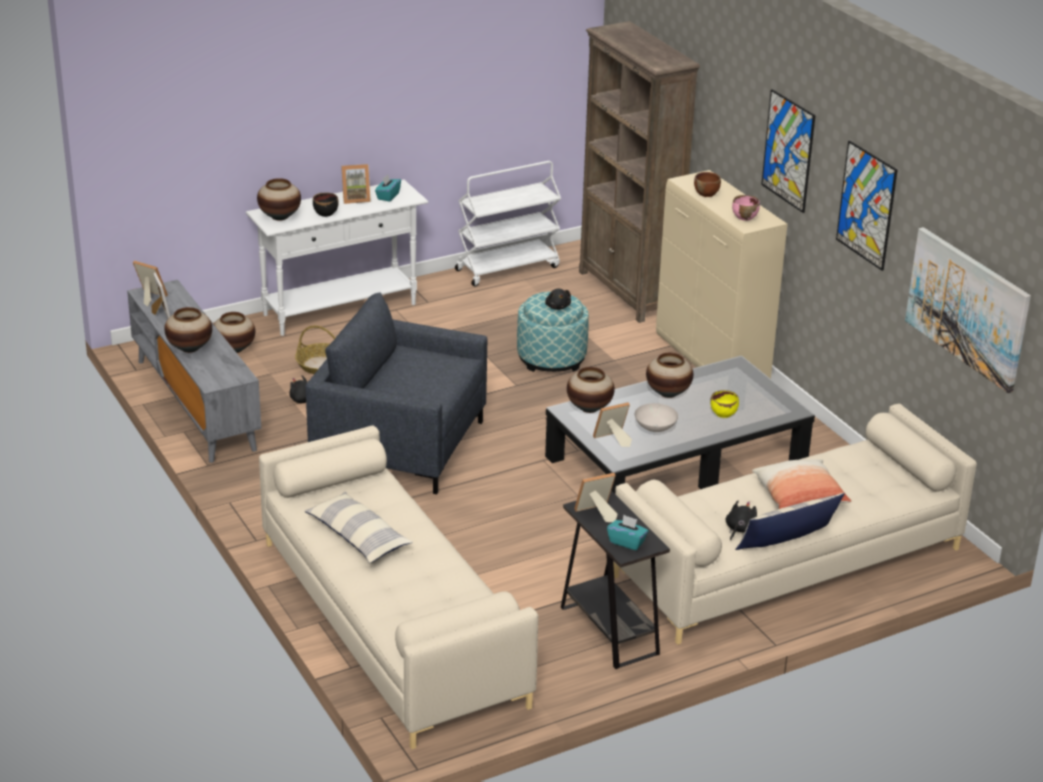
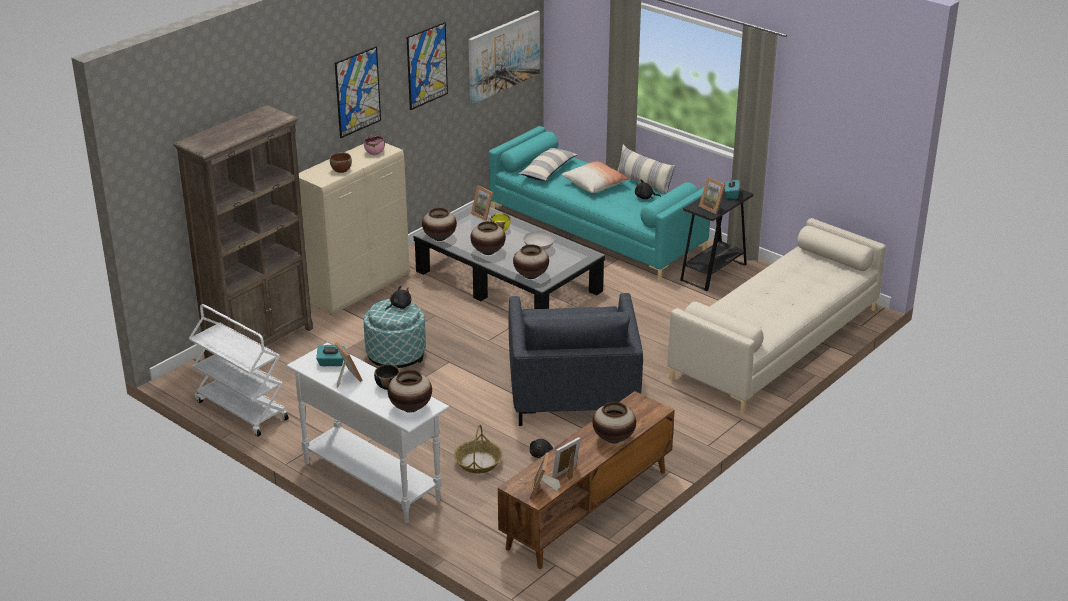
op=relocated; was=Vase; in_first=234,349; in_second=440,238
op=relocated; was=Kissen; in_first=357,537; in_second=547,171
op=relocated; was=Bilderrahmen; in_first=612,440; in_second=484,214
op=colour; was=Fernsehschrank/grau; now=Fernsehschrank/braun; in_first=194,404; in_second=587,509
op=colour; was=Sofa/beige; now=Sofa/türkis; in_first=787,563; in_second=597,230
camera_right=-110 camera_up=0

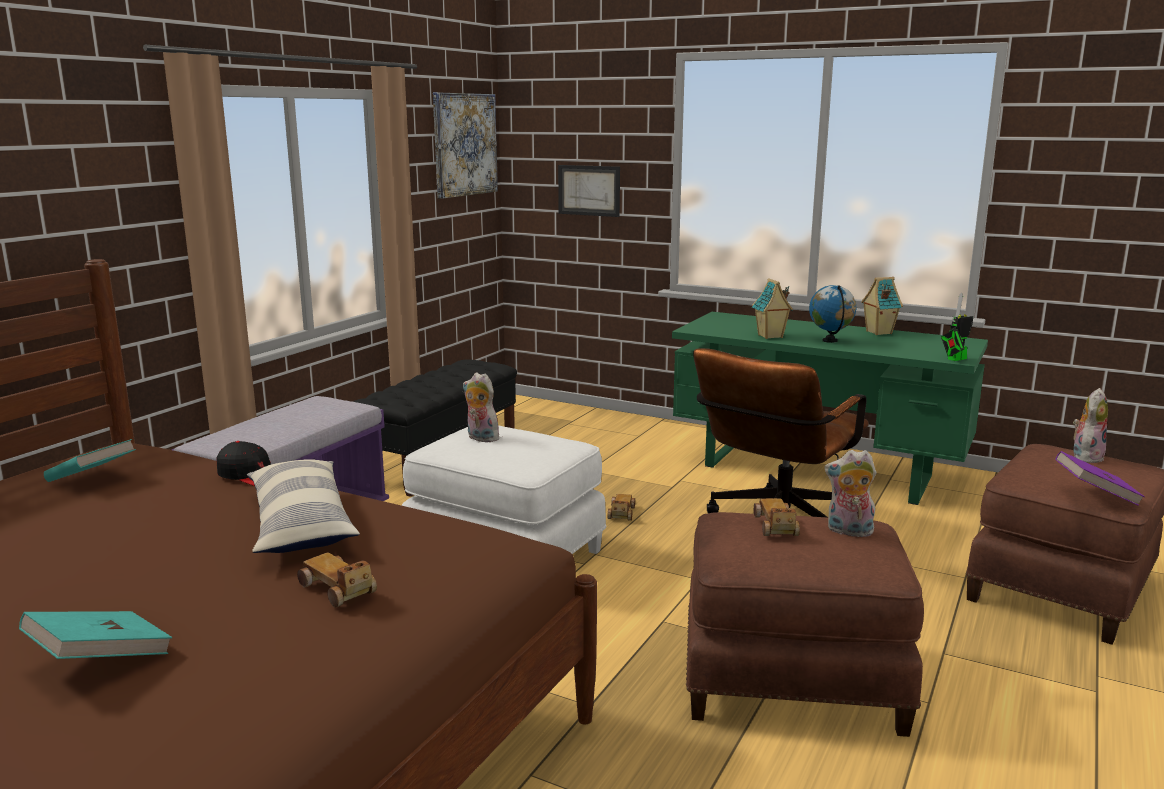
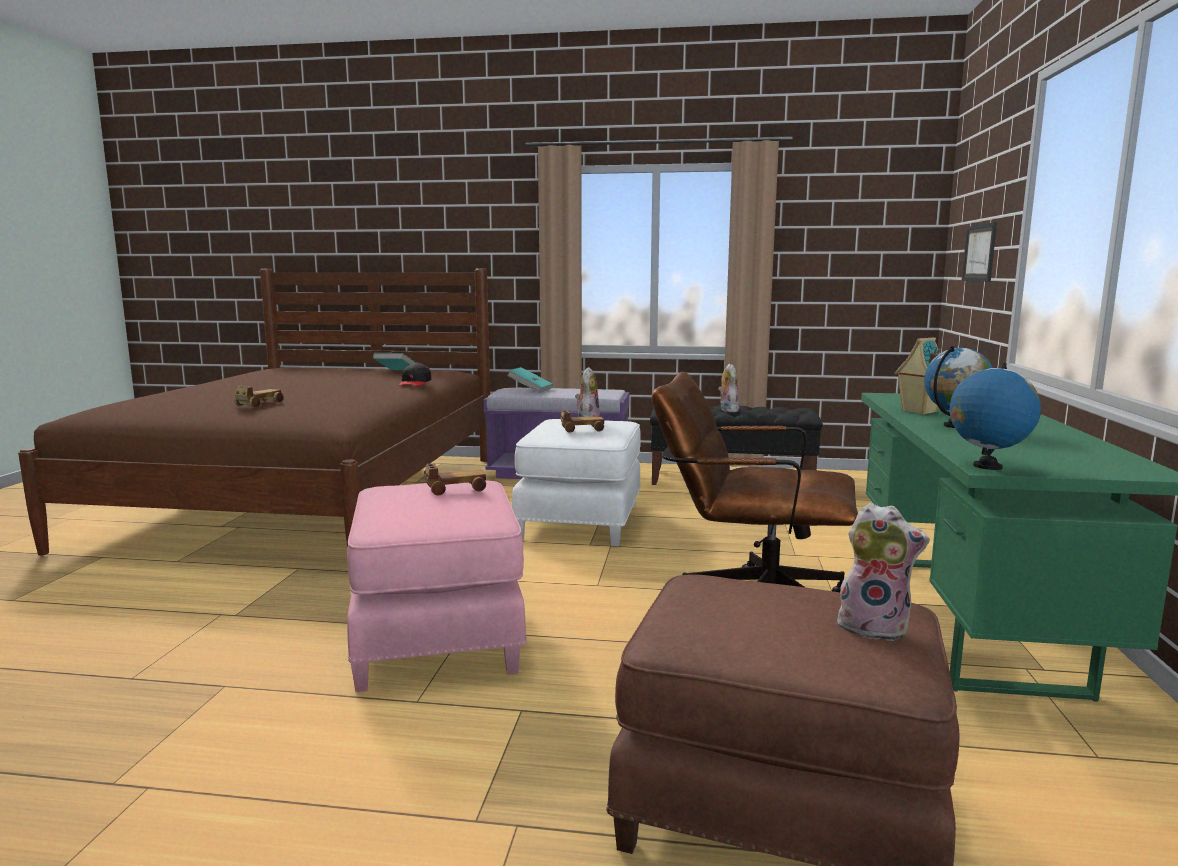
op=missing; was=Kissen; in_first=300,523
op=missing; was=Bild; in_first=464,144
op=missing; was=Spielzeughaus; in_first=878,332
op=missing; was=Buch/lila; in_first=1095,494
op=relocated; was=Buch/türkis; in_first=101,659; in_second=530,390
op=relocated; was=Spielzeugauto; in_first=621,513; in_second=581,430
op=relocated; was=Plüschtier; in_first=848,532; in_second=727,410
op=exchanged; was=Spielzeugroboter; now=Globus; in_first=954,359; in_second=987,466
op=colour; was=Polsterhocker/braun; now=Polsterhocker/rosa; in_first=791,678; in_second=439,635
camera_right=70 camera_up=-5

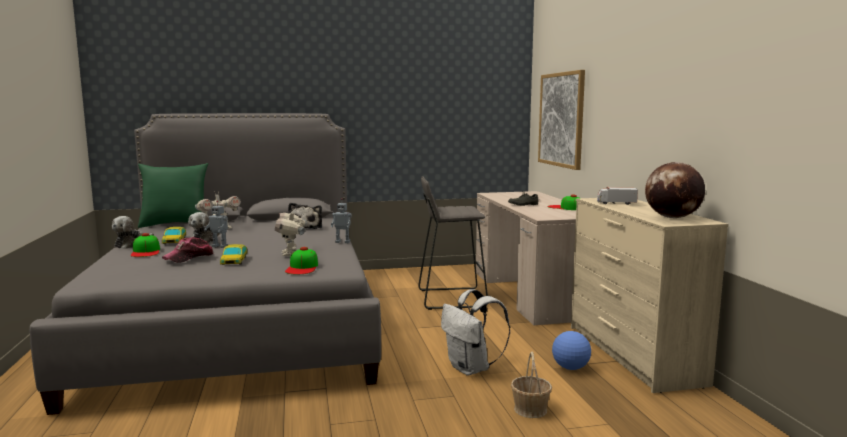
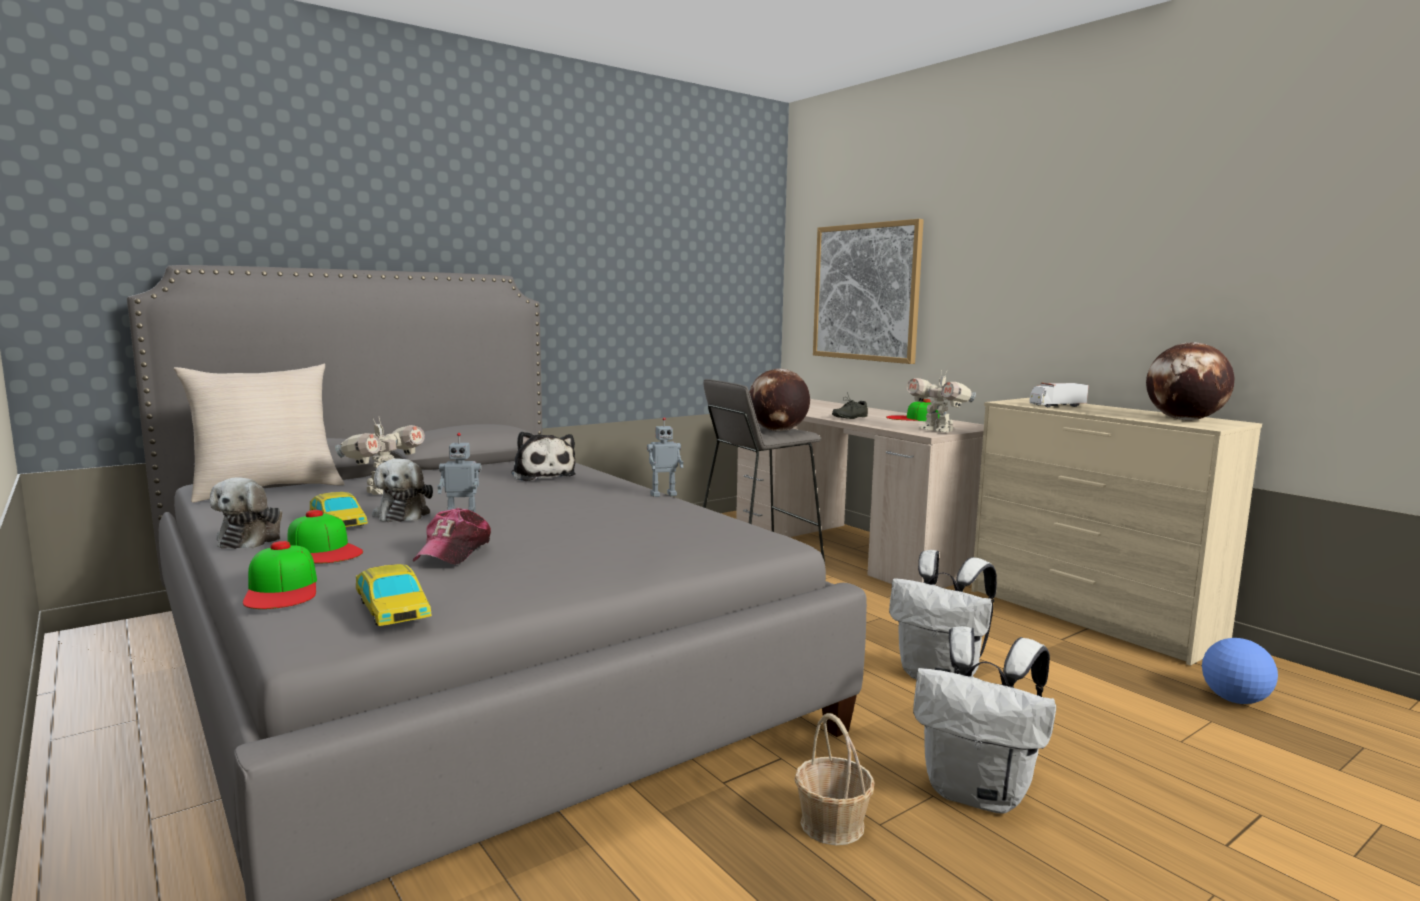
op=appeared; now=Globus; in_second=778,431
op=appeared; now=Rucksack/weiß; in_second=979,793
op=relocated; was=Spielzeugauto; in_first=234,260; in_second=392,608
op=relocated; was=Spielzeugroboter; in_first=291,254; in_second=937,431
op=relocated; was=Kappe; in_first=302,267; in_second=282,589
op=relocated; was=Korb; in_first=530,409; in_second=832,825
op=relocated; was=Fußball; in_first=570,368; in_second=1235,700
op=colour; was=Kissen/grün; now=Kissen/beige; in_first=176,224; in_second=267,489
camera_right=-25 camera_up=0

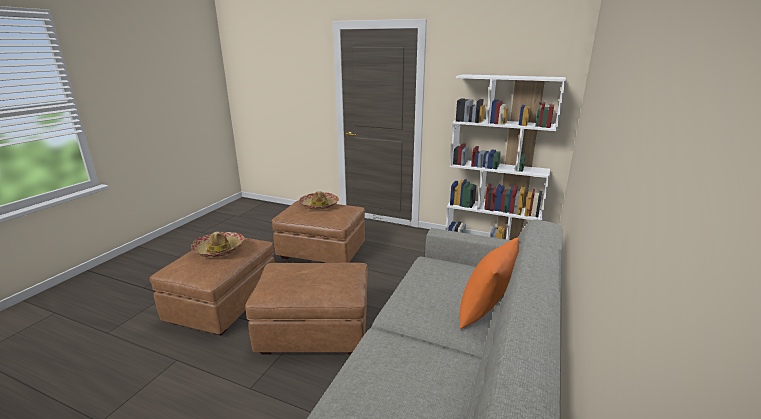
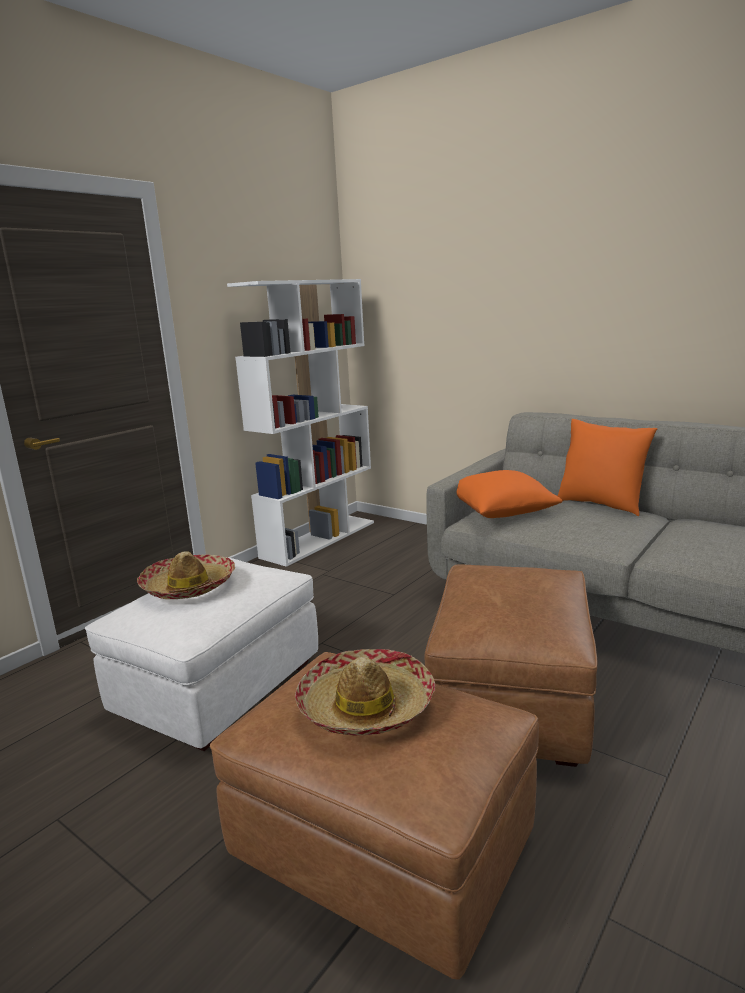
op=appeared; now=Kissen/orange; in_second=500,512
op=colour; was=Polsterhocker/braun; now=Polsterhocker/weiß; in_first=322,251; in_second=218,688
camera_right=-75 camera_up=-5

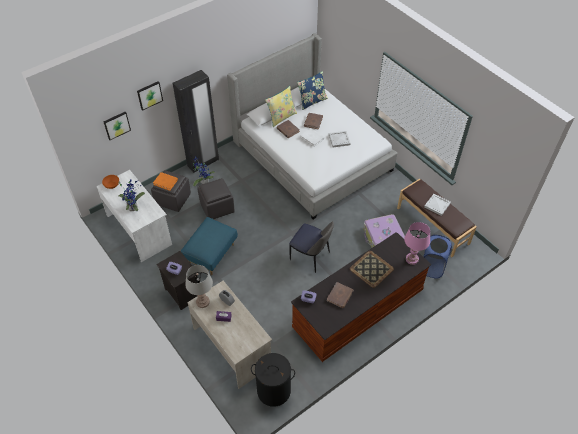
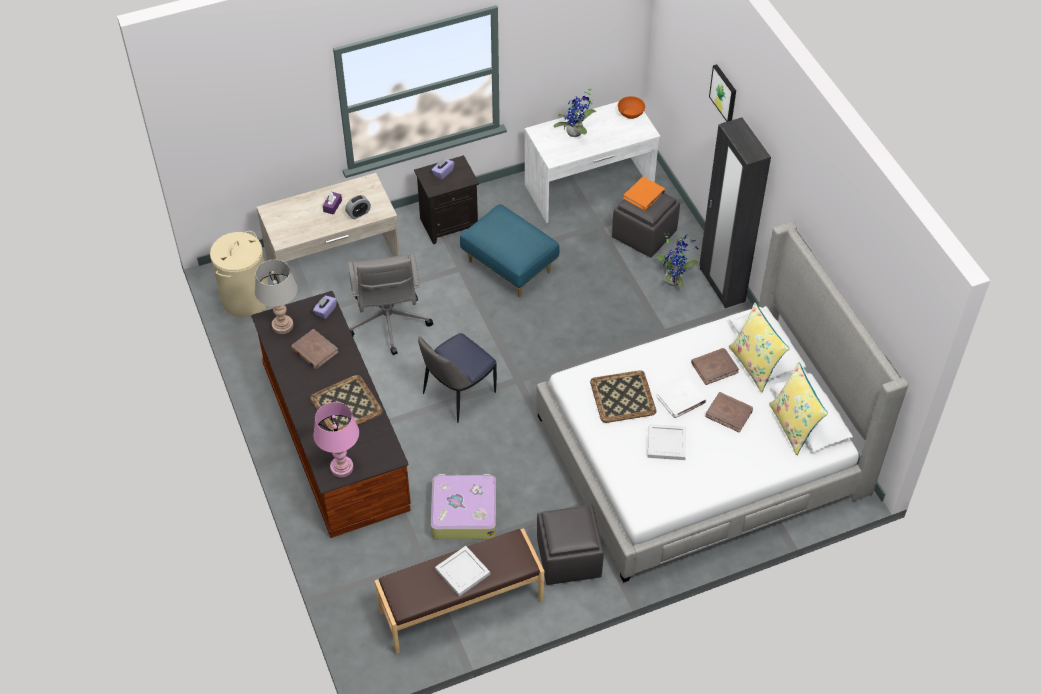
op=missing; was=Bild; in_first=116,125
op=missing; was=Wäschekorb/blau; in_first=432,267
op=appeared; now=Bürostuhl/grau; in_second=388,323
op=appeared; now=Tablett; in_second=623,396
op=relocated; was=Tischlampe/grau; in_first=202,302; in_second=282,325
op=relocated; was=Polsterhocker/grau; in_first=217,207; in_second=569,558
op=colour; was=Wäschekorb/schwarz; now=Wäschekorb/beige; in_first=273,390; in_second=246,299
op=colour; was=Kissen/blau; now=Kissen/gelb; in_first=312,101; in_second=793,426
camera_right=105 camera_up=0

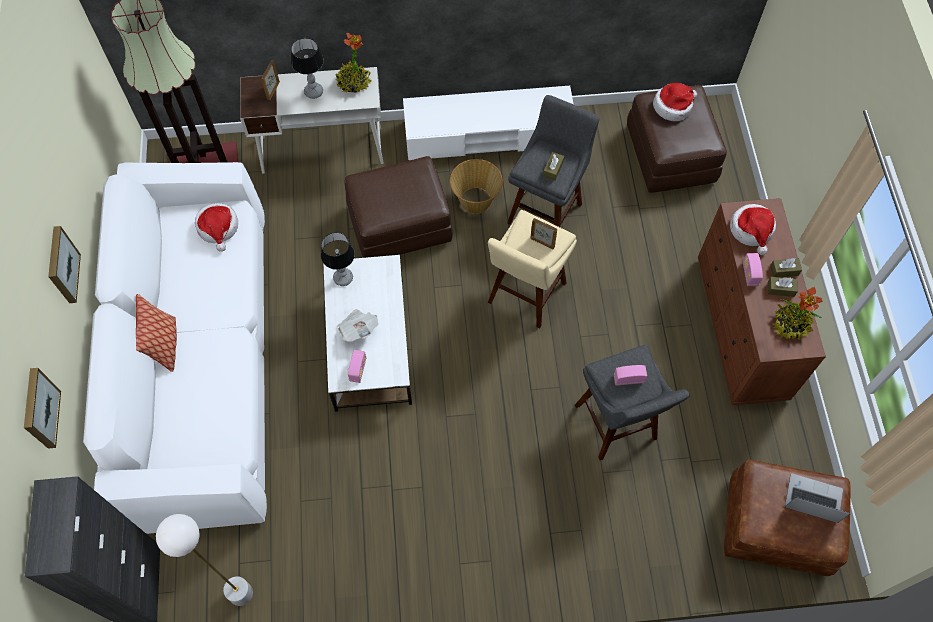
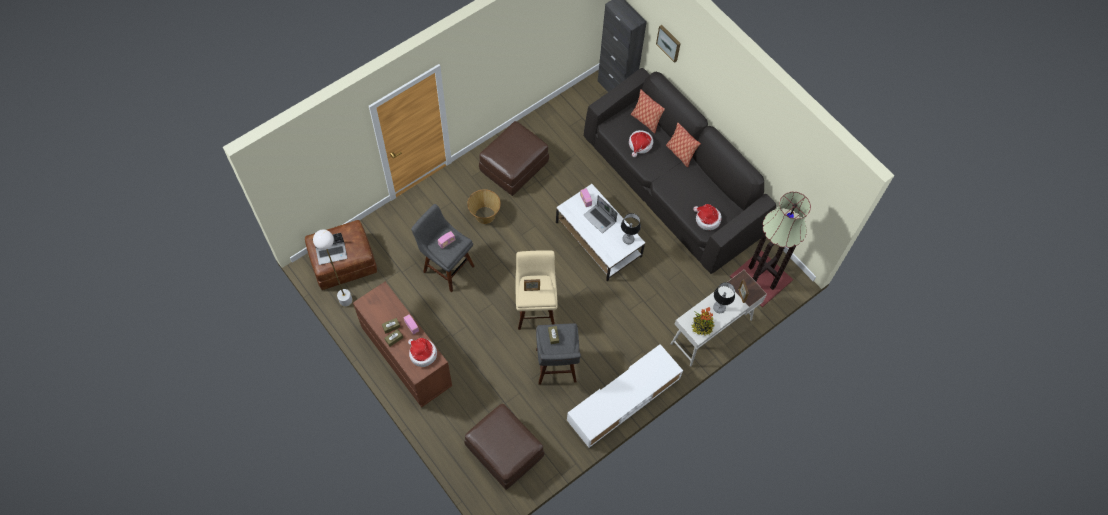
op=missing; was=Bild; in_first=61,265
op=missing; was=Topfpflanze; in_first=790,324
op=appeared; now=Kissen; in_second=645,121
op=relocated; was=Stehlampe/weiß; in_first=240,593; in_second=345,300
op=relocated; was=Polsterhocker/braun; in_first=399,225; in_second=514,166
op=relocated; was=Korb; in_first=475,201; in_second=484,215
op=relocated; was=Hut; in_first=673,106; in_second=640,145
op=exchanged; was=Zeitung; now=Laptop; in_first=358,329; in_second=600,219
op=colour; was=Sofa/weiß; now=Sofa/schwarz; in_first=204,360; in_second=672,186
camera_right=145 camera_up=0

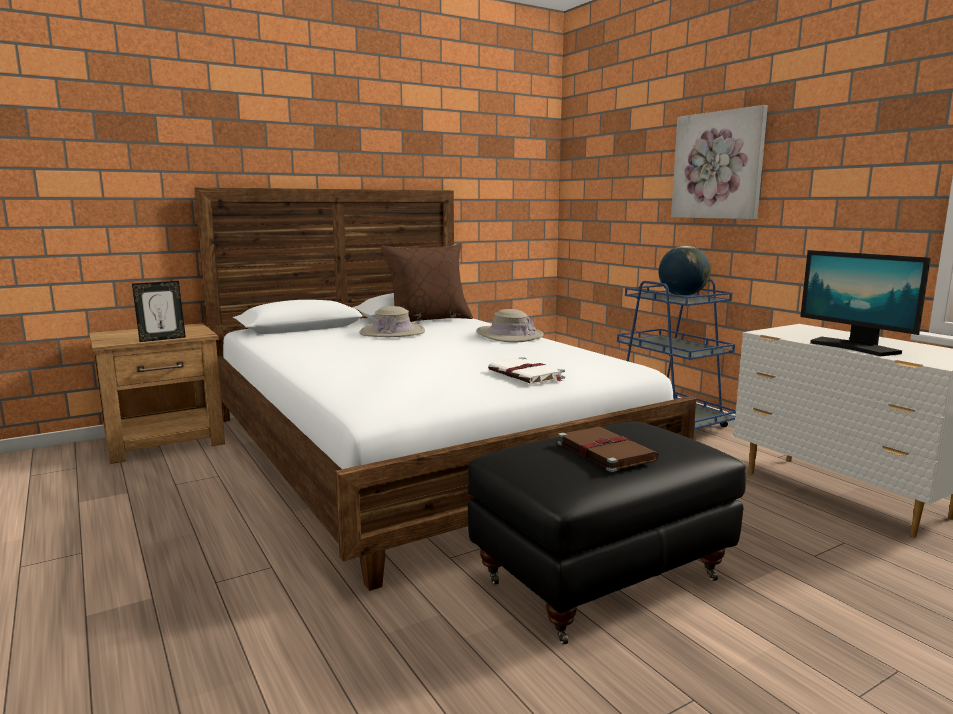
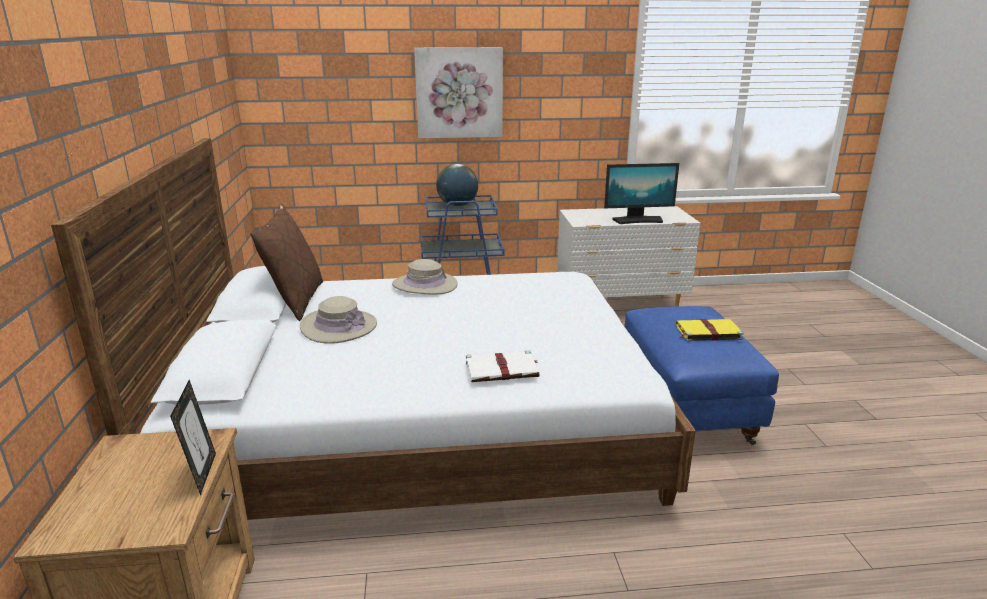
op=relocated; was=Buch/weiß; in_first=527,374; in_second=503,369
op=colour; was=Polsterhocker/schwarz; now=Polsterhocker/blau; in_first=601,577; in_second=685,410
op=colour; was=Buch/braun; now=Buch/gelb; in_first=604,451; in_second=707,332
camera_right=-65 camera_up=10

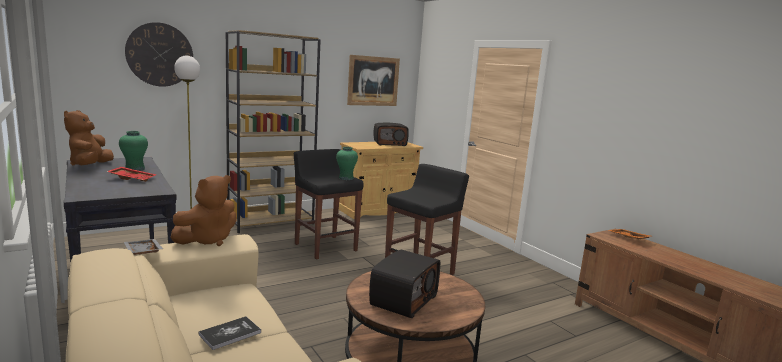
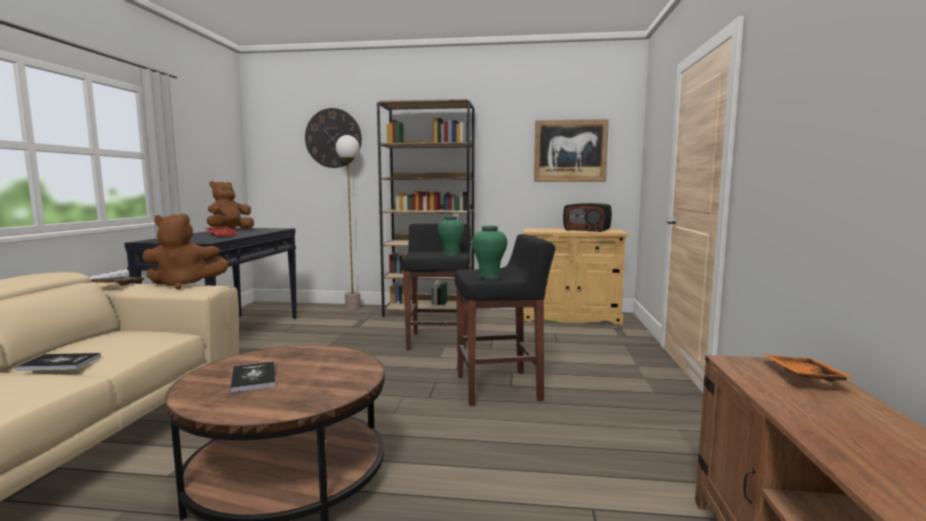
op=relocated; was=Vase/grün; in_first=135,169; in_second=489,278
op=exchanged; was=Radio; now=Buch; in_first=403,300; in_second=253,378
camera_right=40 camera_up=-5

